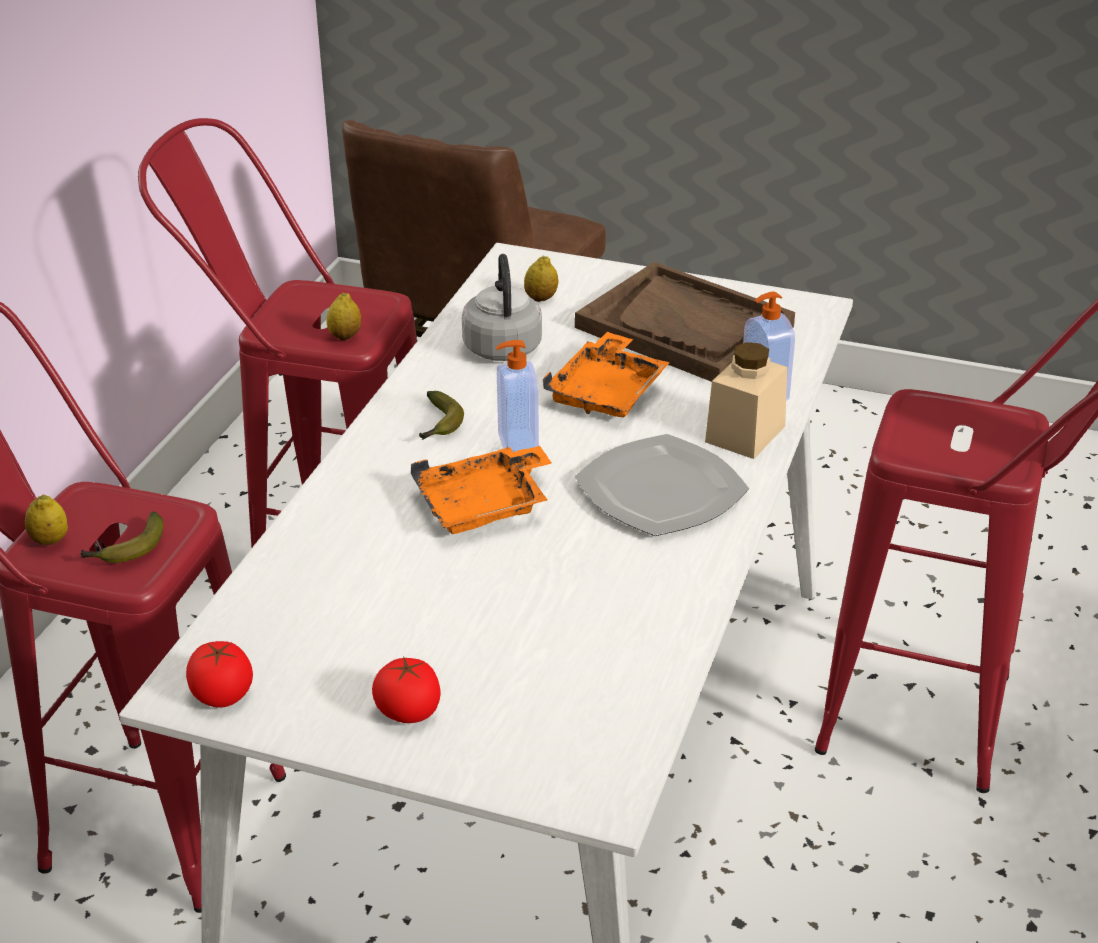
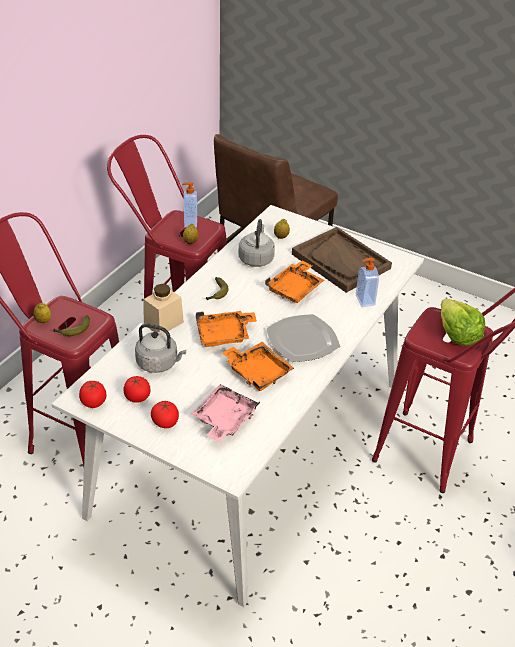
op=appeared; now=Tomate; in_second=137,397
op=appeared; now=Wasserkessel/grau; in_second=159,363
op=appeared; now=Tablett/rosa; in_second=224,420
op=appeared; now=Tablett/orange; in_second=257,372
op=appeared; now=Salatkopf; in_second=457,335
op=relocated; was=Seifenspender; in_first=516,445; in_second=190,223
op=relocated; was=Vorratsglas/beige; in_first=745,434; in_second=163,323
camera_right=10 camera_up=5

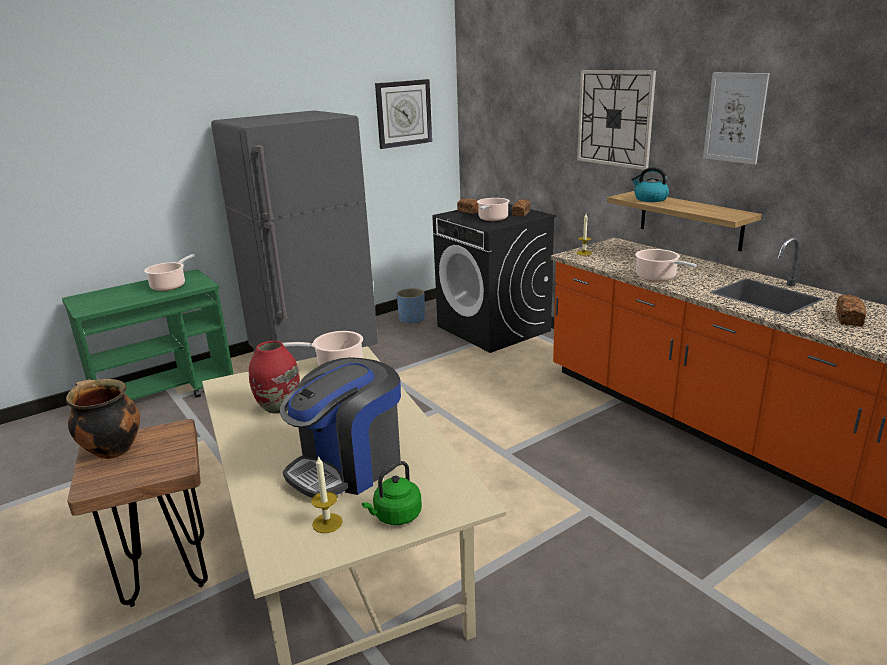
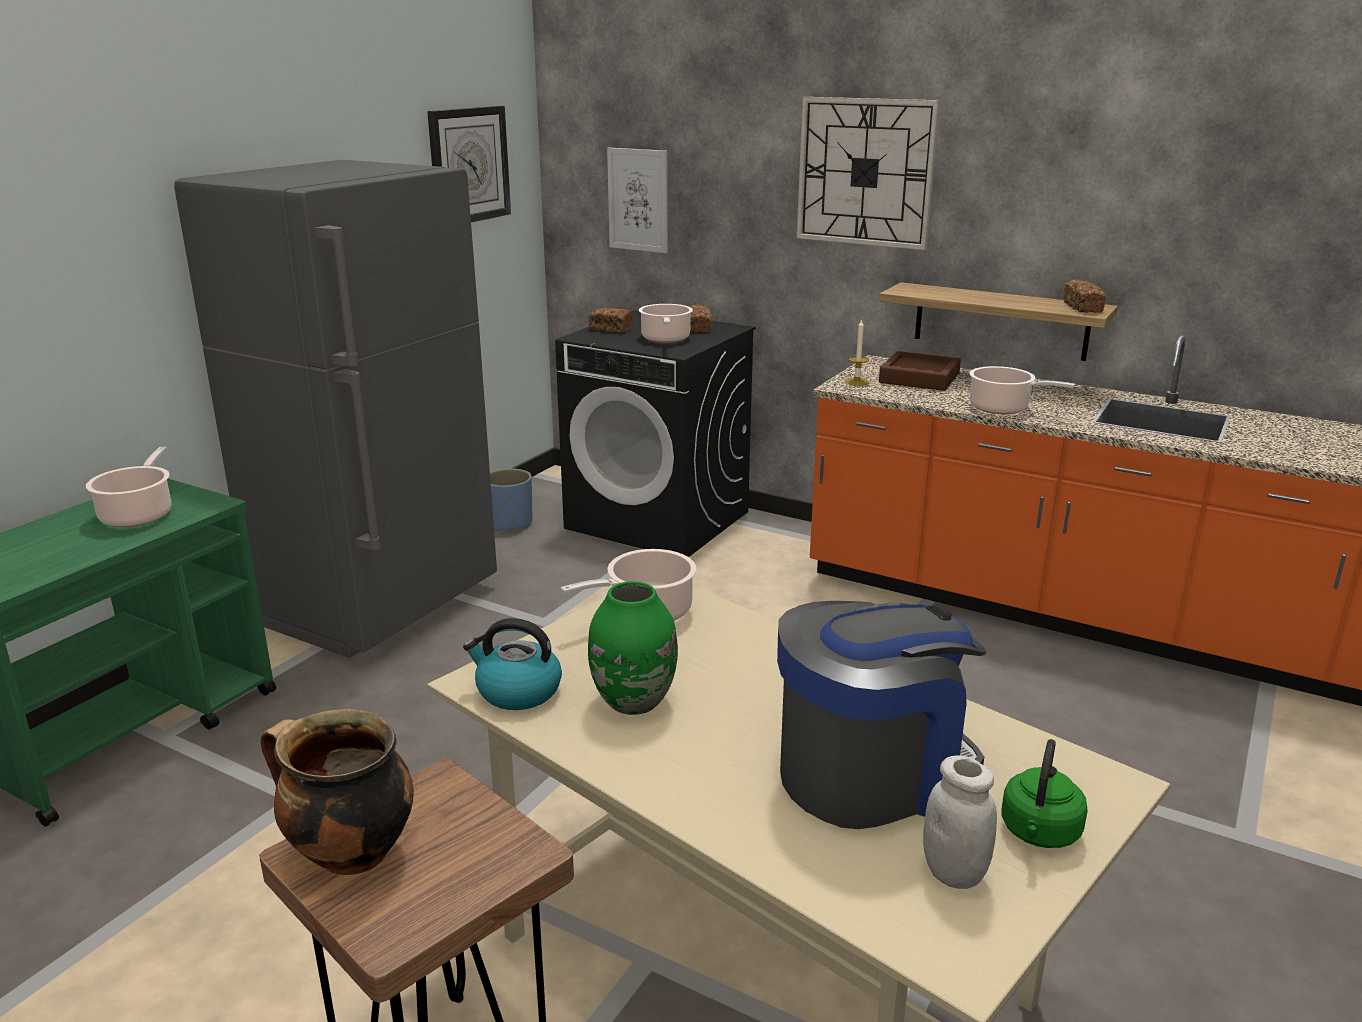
op=appeared; now=Tablett/braun; in_second=919,378
op=relocated; was=Wasserkessel; in_first=650,199; in_second=517,692
op=relocated; was=Bild; in_first=735,118; in_second=638,200
op=relocated; was=Brot; in_first=848,319; in_second=1082,307
op=exchanged; was=Kerze; now=Vorratsglas/weiß; in_first=327,523; in_second=954,873
op=colour; was=Vase/rot; now=Vase/grün; in_first=278,407; in_second=633,702
op=spun; was=Kaffeemaschine; in_first=348,466; in_second=871,773; clockwise=-135
camera_right=-25 camera_up=0

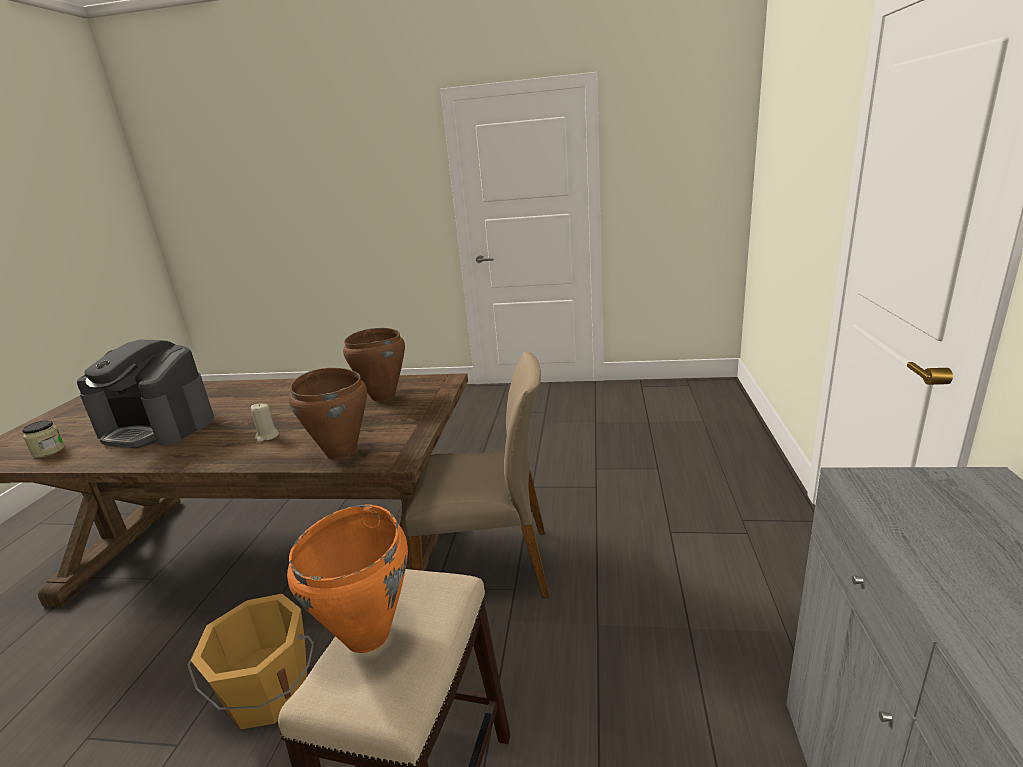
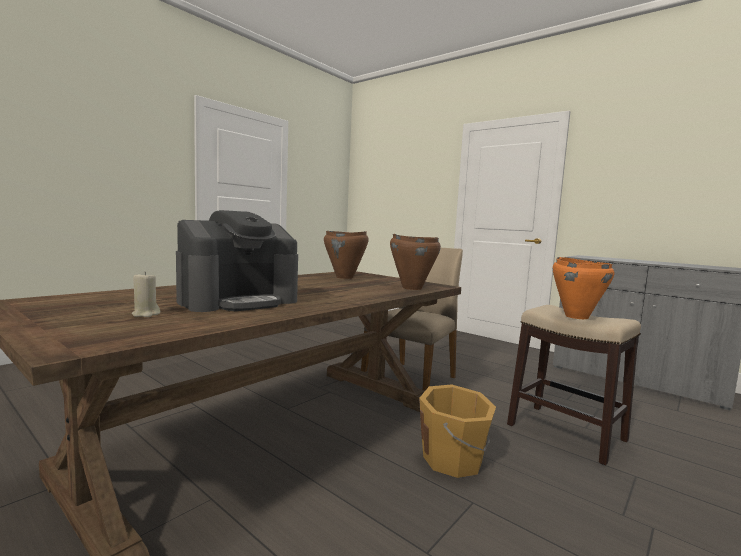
op=missing; was=Vorratsglas; in_first=48,451
op=relocated; was=Kerze/beige; in_first=267,436; in_second=146,314
camera_right=-60 camera_up=-15

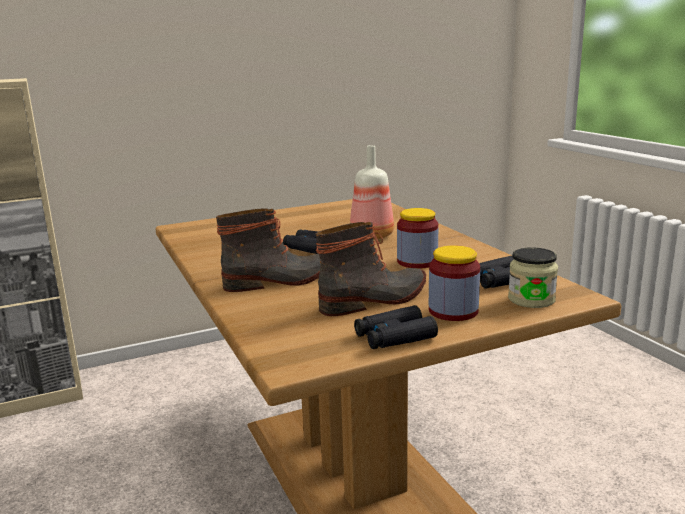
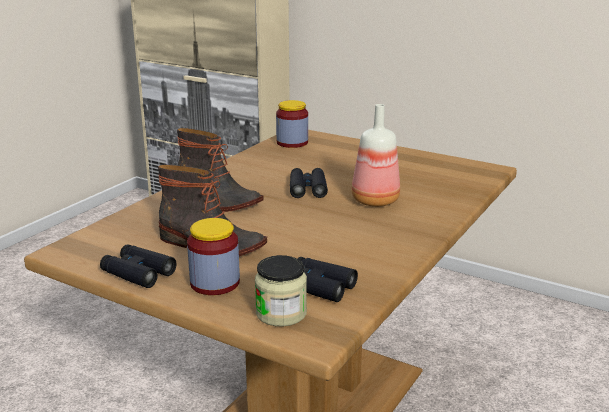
op=relocated; was=Vorratsglas; in_first=417,262; in_second=292,142
camera_right=55 camera_up=5

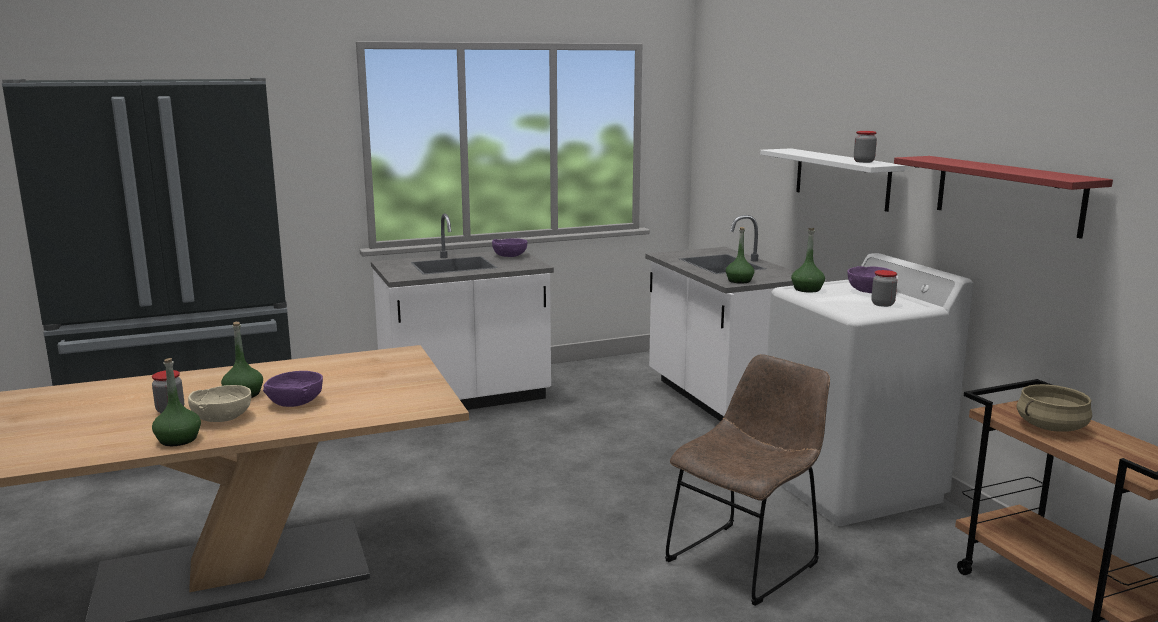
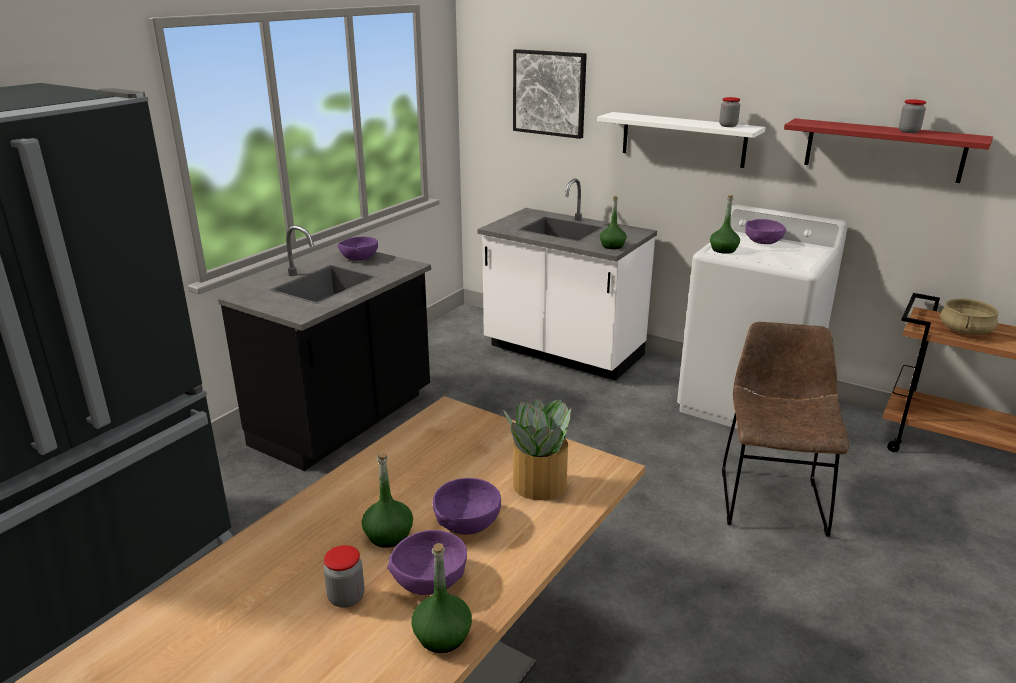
op=appeared; now=Topfpflanze; in_second=538,485
op=appeared; now=Bild; in_second=549,93
op=relocated; was=Vorratsglas; in_first=882,304; in_second=908,131
op=colour; was=Schüssel/beige; now=Schüssel/lila; in_first=222,417; in_second=429,579
op=colour; was=Küchenzeile/weiß; now=Küchenzeile/schwarz; in_first=465,400; in_second=345,421
camera_right=-35 camera_up=10

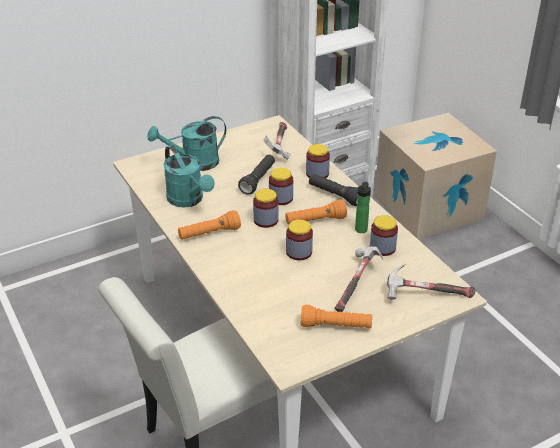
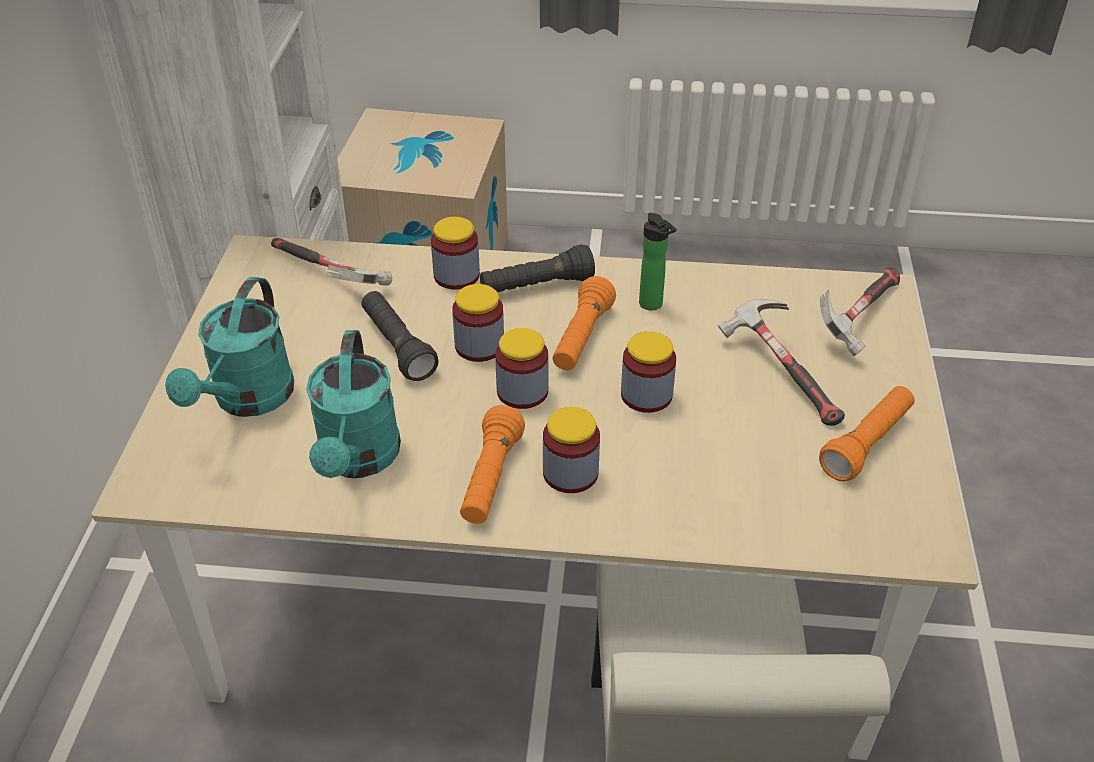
op=relocated; was=Vorratsglas; in_first=382,248; in_second=570,473
op=spun; was=Gießkanne/türkis; in_first=189,200; in_second=358,460; clockwise=90
camera_right=-55 camera_up=5

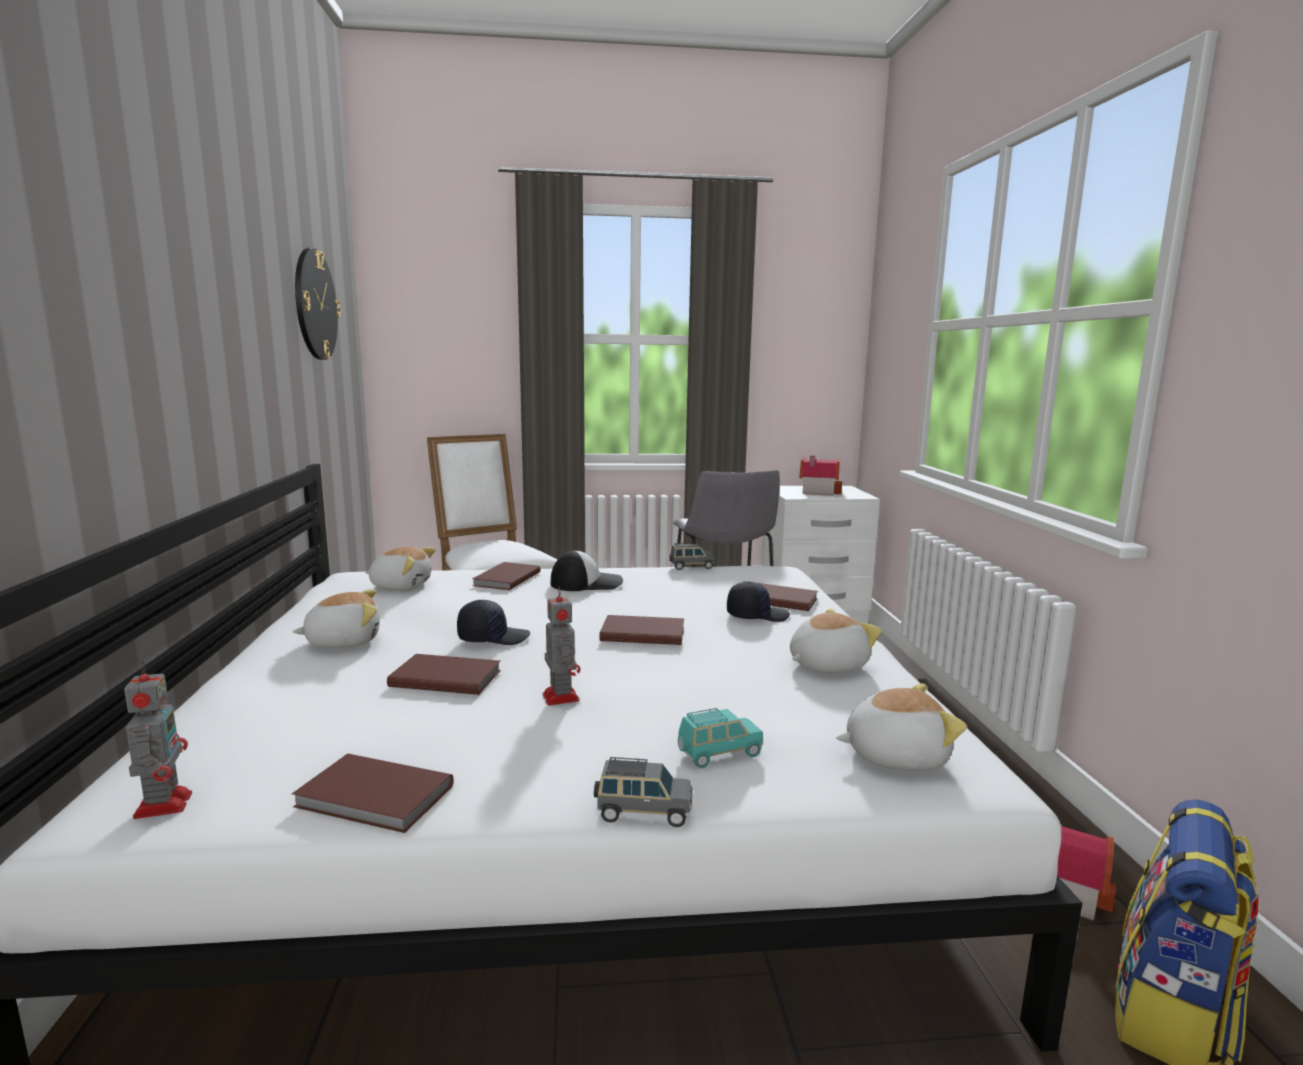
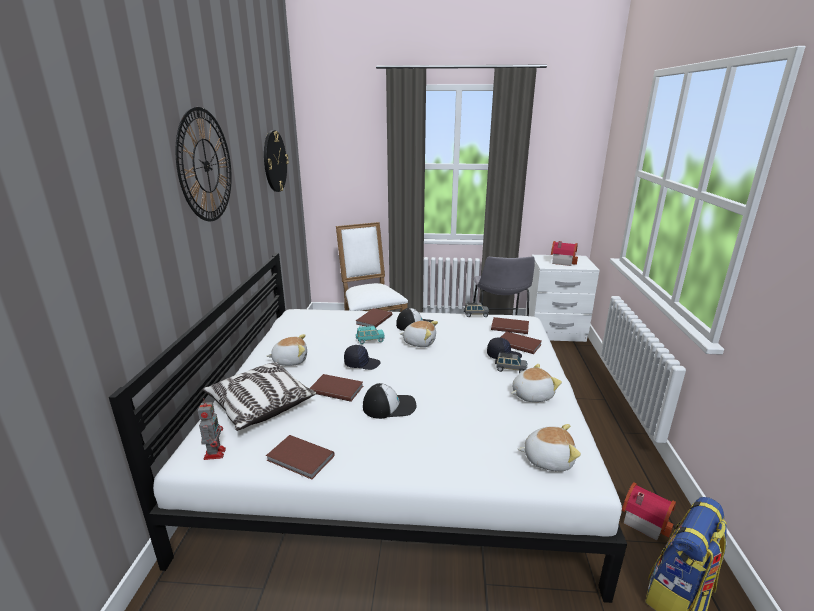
op=appeared; now=Wanduhr; in_second=206,166
op=appeared; now=Kissen; in_second=260,405
op=relocated; was=Plüschtier; in_first=401,586; in_second=419,342
op=relocated; was=Spielzeugauto/grau; in_first=643,812; in_second=510,369
op=relocated; was=Buch/braun; in_first=642,633; in_second=509,327
op=relocated; was=Spielzeugauto/türkis; in_first=718,754; in_second=370,340
op=exchanged; was=Spielzeugroboter; now=Kappe; in_first=560,696; in_second=389,406
camera_right=10 camera_up=10

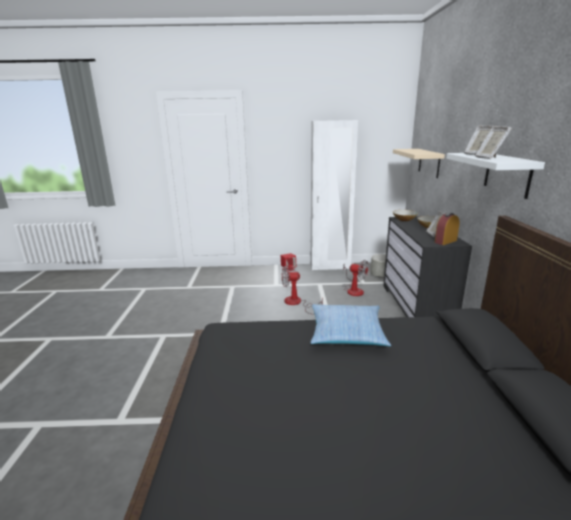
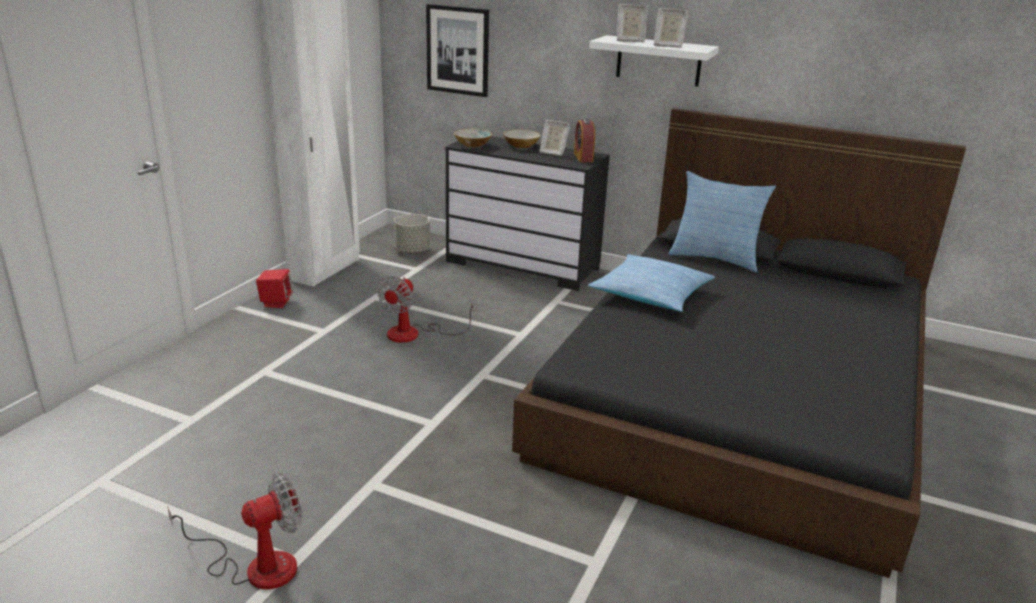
op=appeared; now=Kissen; in_second=715,258
op=relocated; was=Ventilator; in_first=353,290; in_second=256,566
op=exchanged; was=Wandregal/beige; now=Bild; in_first=429,162; in_second=458,50
camera_right=-65 camera_up=5

